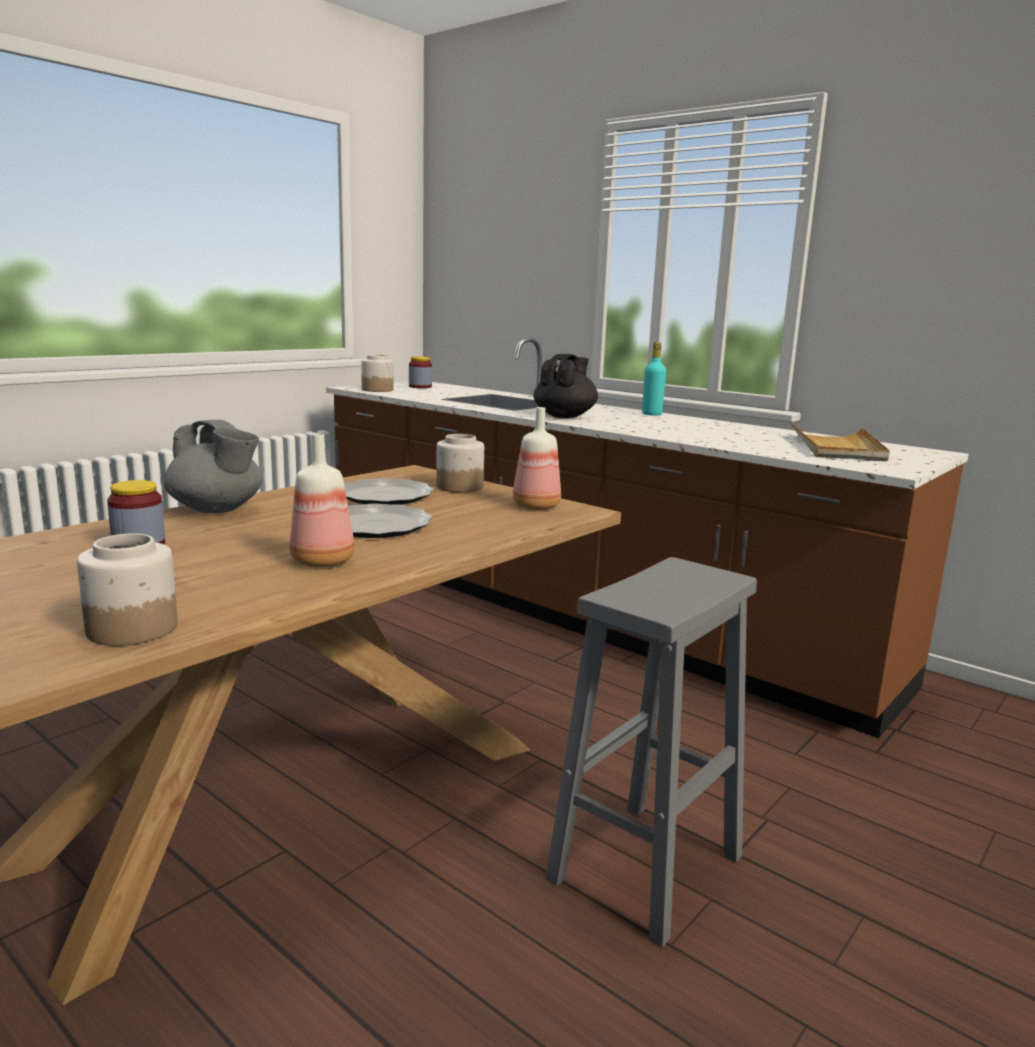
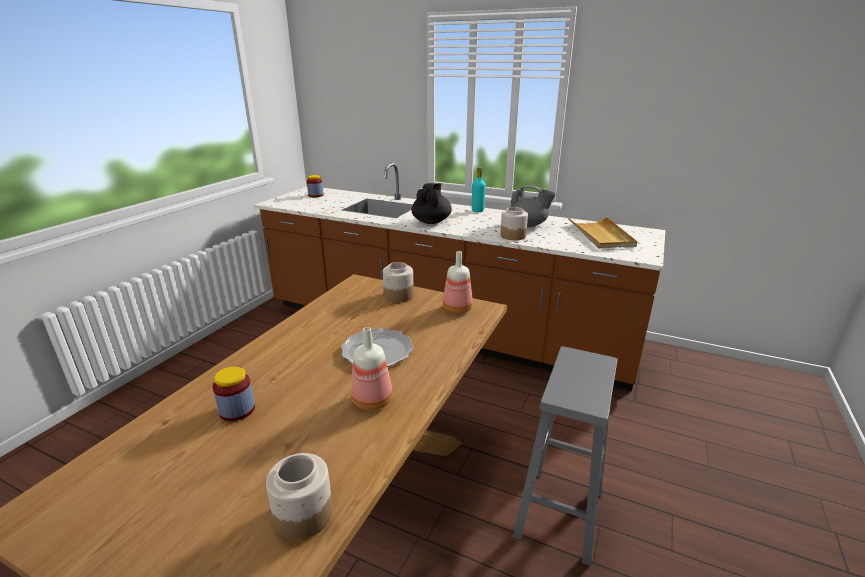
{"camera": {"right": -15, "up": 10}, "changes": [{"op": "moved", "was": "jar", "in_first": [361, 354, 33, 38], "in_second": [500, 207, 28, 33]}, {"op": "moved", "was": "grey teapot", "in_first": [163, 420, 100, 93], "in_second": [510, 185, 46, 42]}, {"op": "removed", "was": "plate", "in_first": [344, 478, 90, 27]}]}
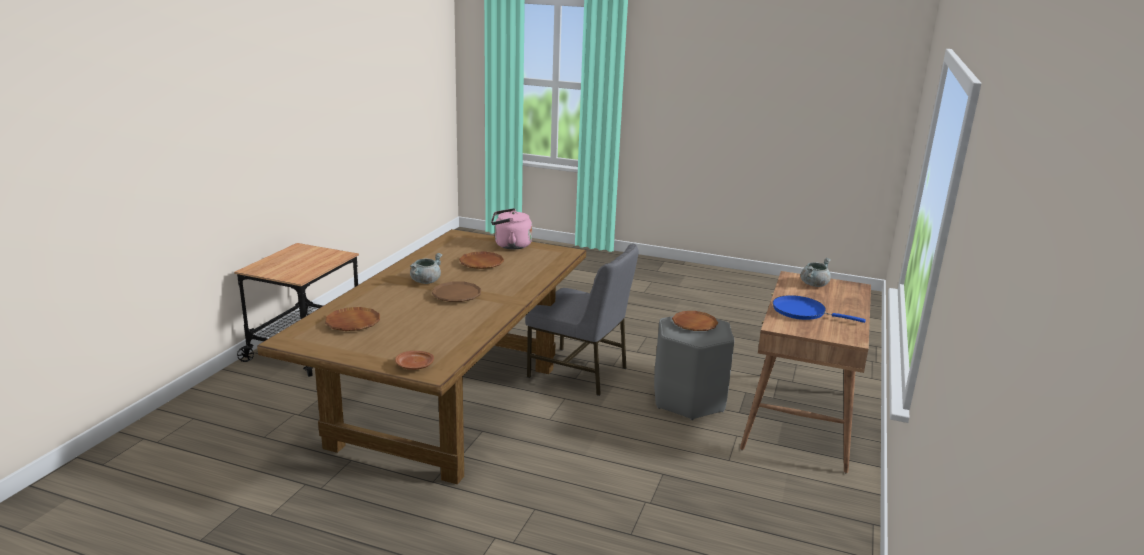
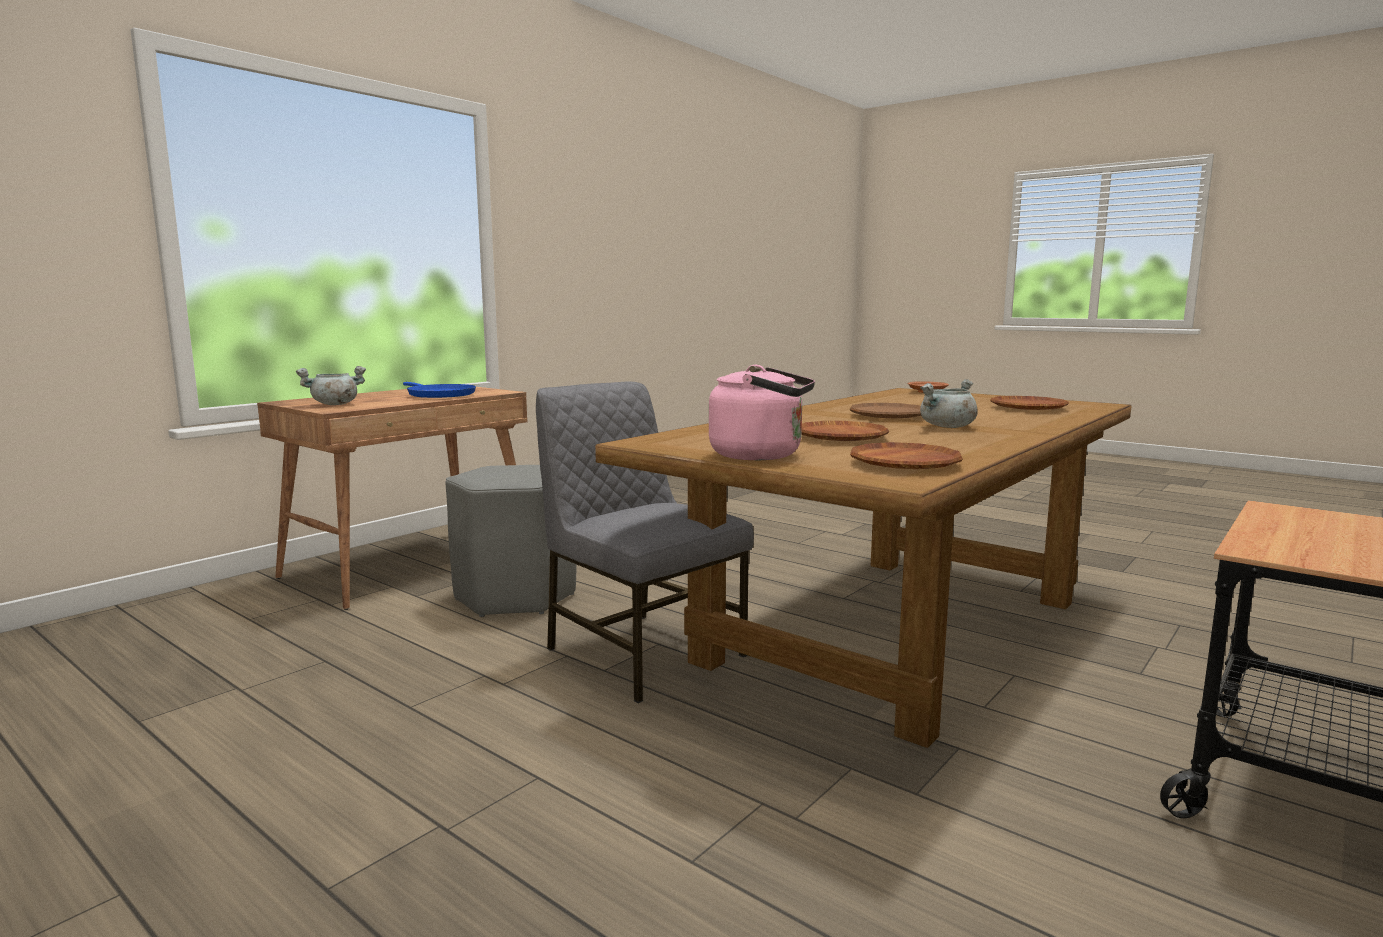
{"camera": {"right": -160, "up": -10}, "changes": [{"op": "moved", "was": "brown plate", "in_first": [672, 311, 46, 20], "in_second": [850, 442, 113, 27]}]}
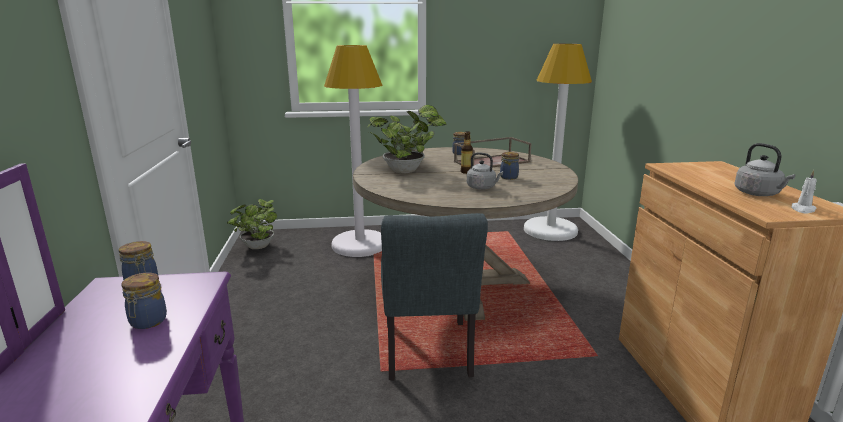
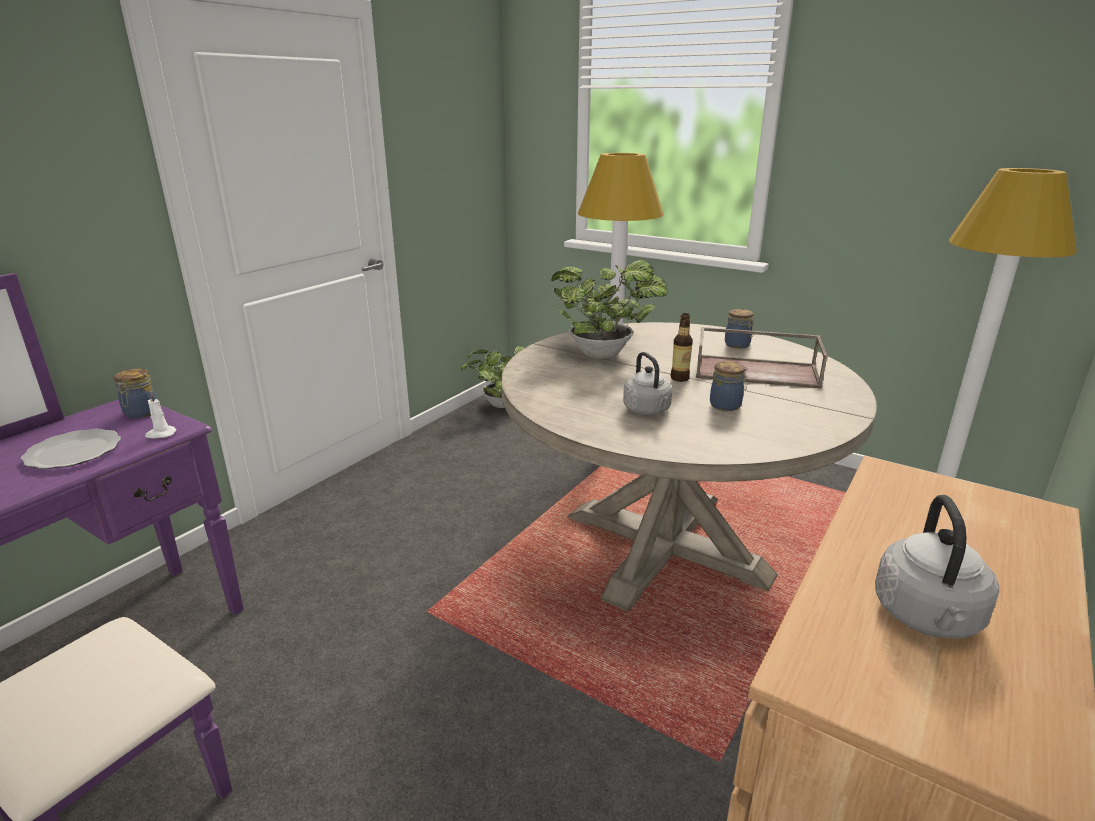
{"camera": {"right": 40, "up": 5}, "changes": [{"op": "replaced", "was": "jar", "now": "plate", "in_first": [121, 273, 46, 56], "in_second": [21, 429, 100, 40]}, {"op": "moved", "was": "white candle", "in_first": [791, 170, 26, 43], "in_second": [145, 391, 32, 47]}, {"op": "removed", "was": "grey chair", "in_first": [381, 213, 107, 167]}]}
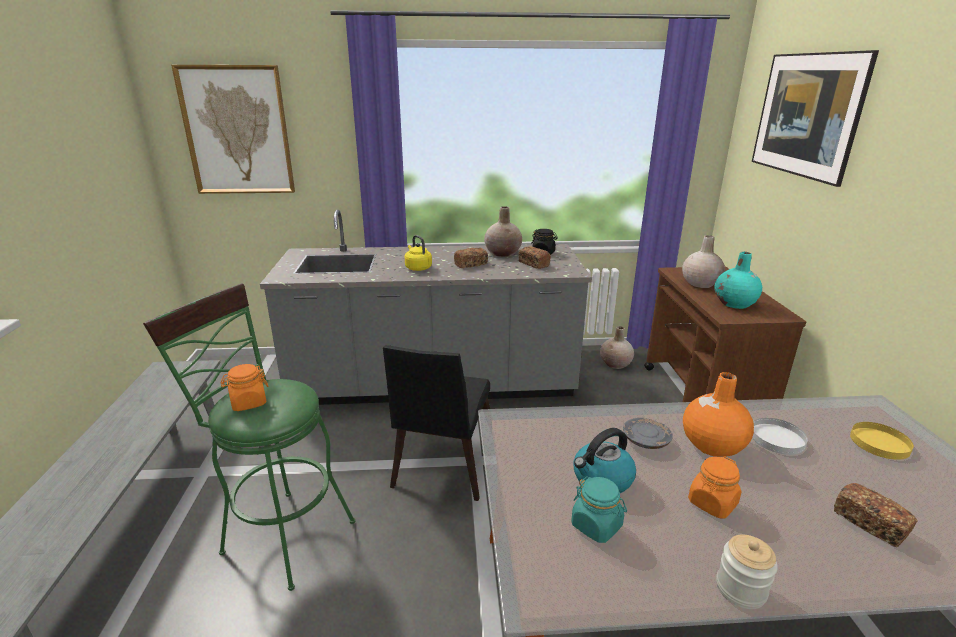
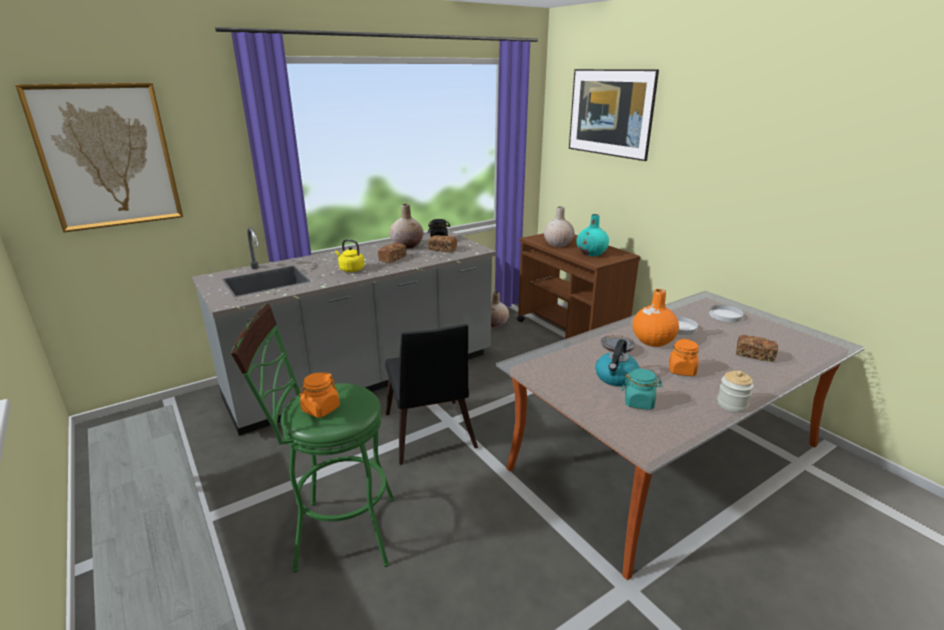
{"camera": {"right": -30, "up": 0}, "changes": [{"op": "recoloured", "was": "yellow plate", "now": "white plate", "in_first": [850, 422, 64, 38], "in_second": [709, 305, 35, 17]}]}
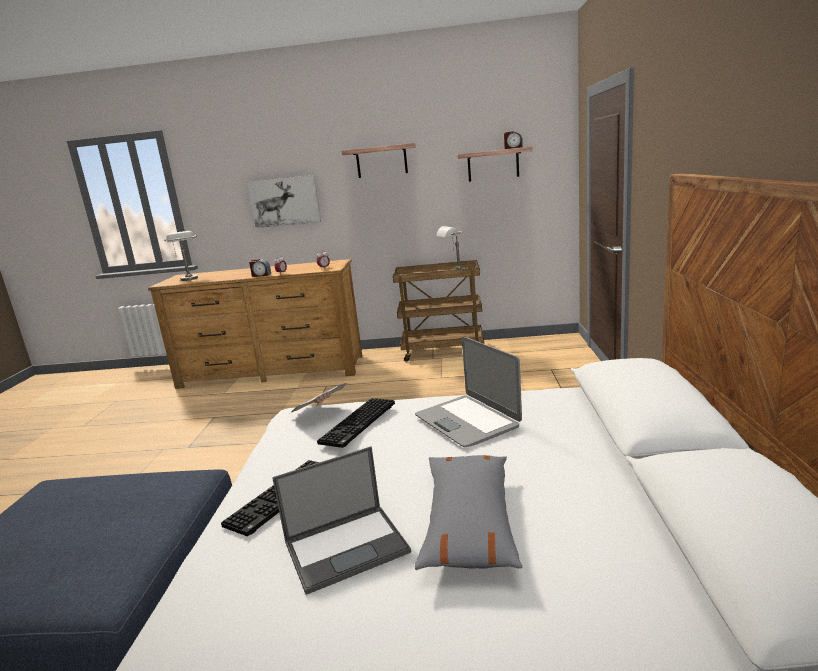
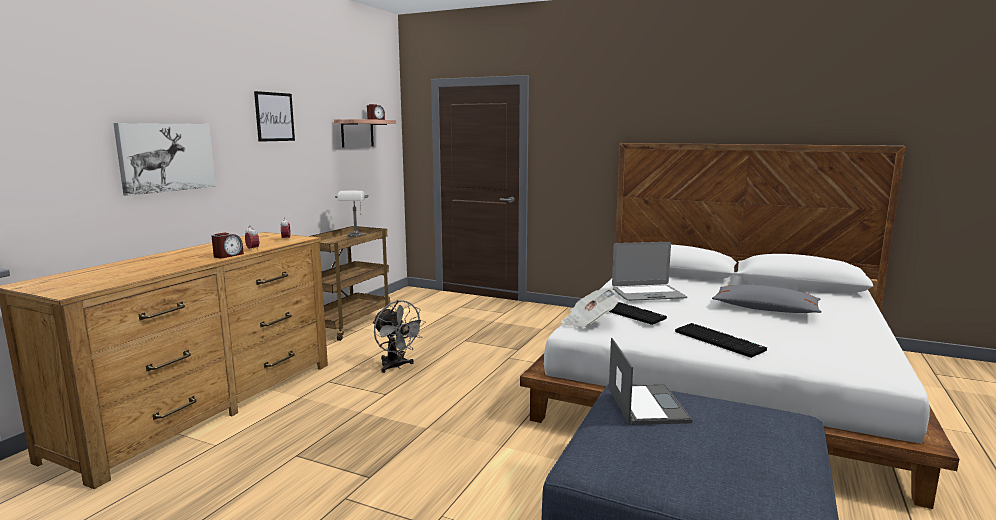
{"camera": {"right": -70, "up": -5}, "changes": [{"op": "replaced", "was": "shelf", "now": "picture", "in_first": [342, 143, 74, 35], "in_second": [254, 91, 41, 51]}, {"op": "added", "now": "grey fan", "in_second": [373, 300, 53, 73]}, {"op": "moved", "was": "laptop", "in_first": [272, 446, 139, 149], "in_second": [609, 338, 84, 87]}, {"op": "removed", "was": "grey table lamp", "in_first": [164, 231, 34, 50]}]}
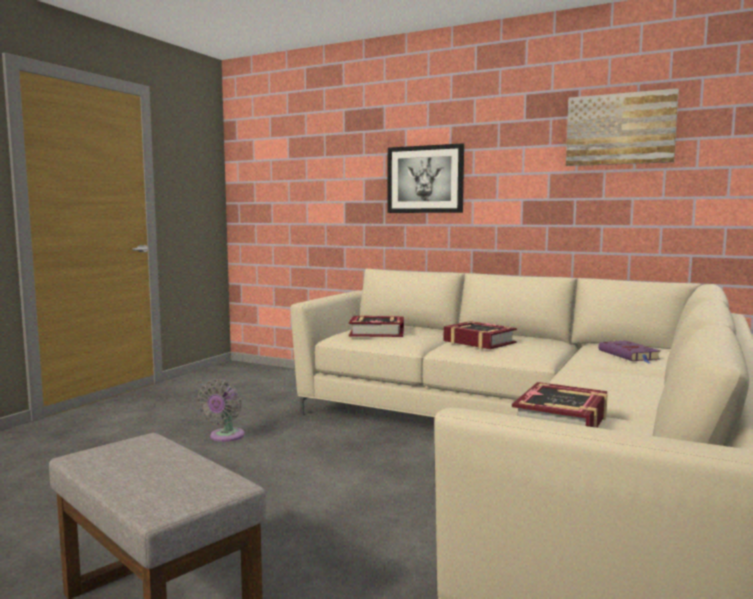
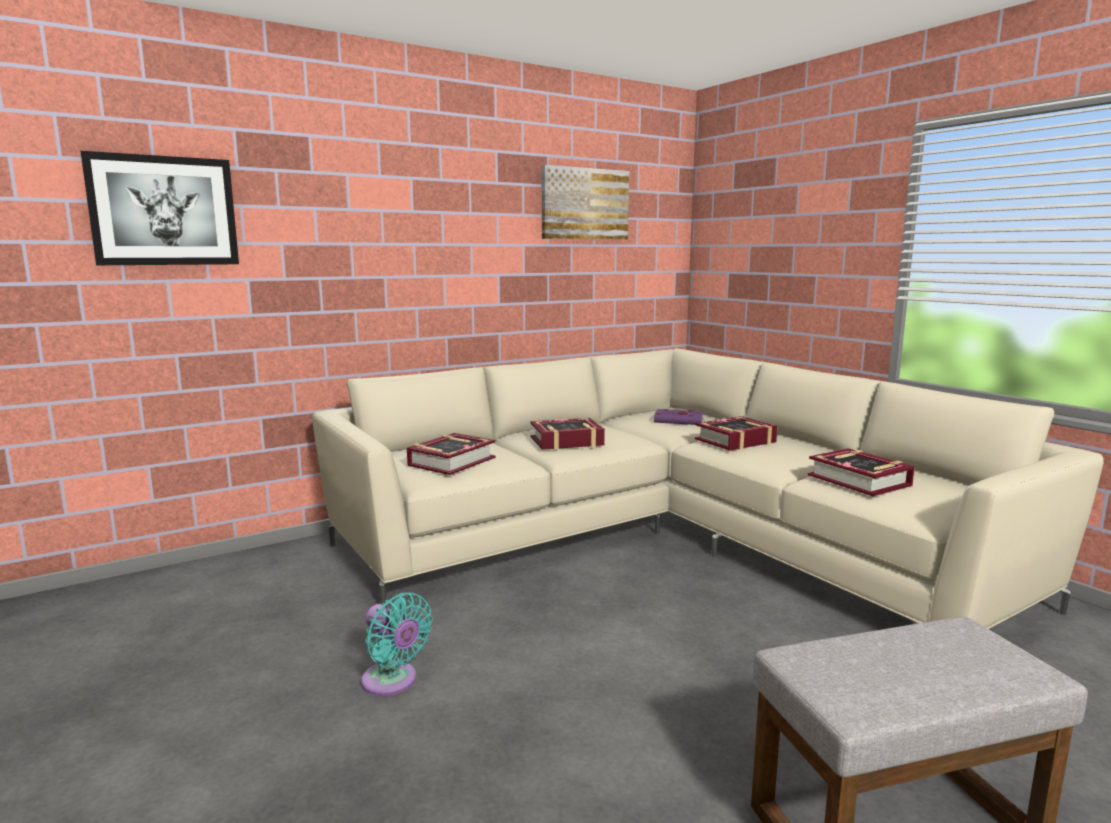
{"camera": {"right": -60, "up": 5}, "changes": [{"op": "moved", "was": "picture", "in_first": [387, 143, 77, 70], "in_second": [80, 151, 159, 114]}, {"op": "recoloured", "was": "grey fan", "now": "turquoise fan", "in_first": [197, 379, 48, 63], "in_second": [361, 592, 72, 104]}, {"op": "added", "now": "book", "in_second": [695, 416, 83, 35]}]}
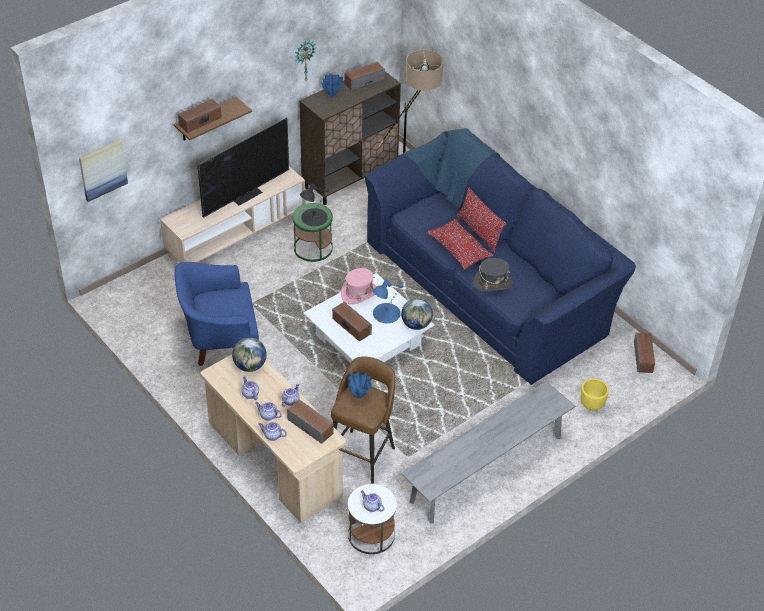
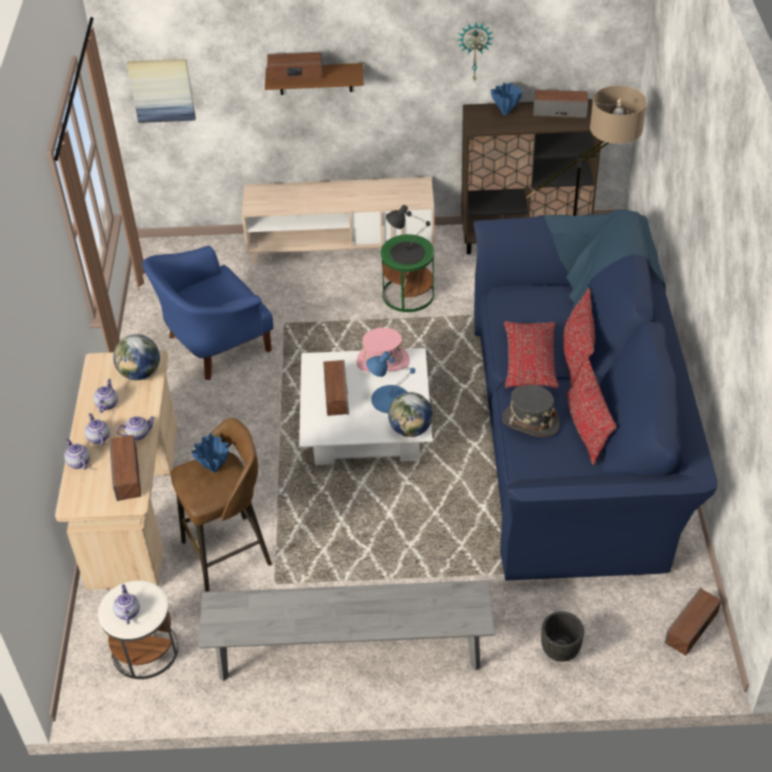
{"camera": {"right": 40, "up": 0}, "changes": [{"op": "turned", "was": "blue armchair", "in_first": [174, 262, 85, 104], "in_second": [142, 246, 132, 134], "clockwise": -60}, {"op": "recoloured", "was": "yellow planter", "now": "black planter", "in_first": [580, 378, 29, 33], "in_second": [541, 611, 43, 51]}, {"op": "added", "now": "red pillow", "in_second": [566, 357, 51, 108]}, {"op": "removed", "was": "television", "in_first": [198, 117, 91, 101]}]}
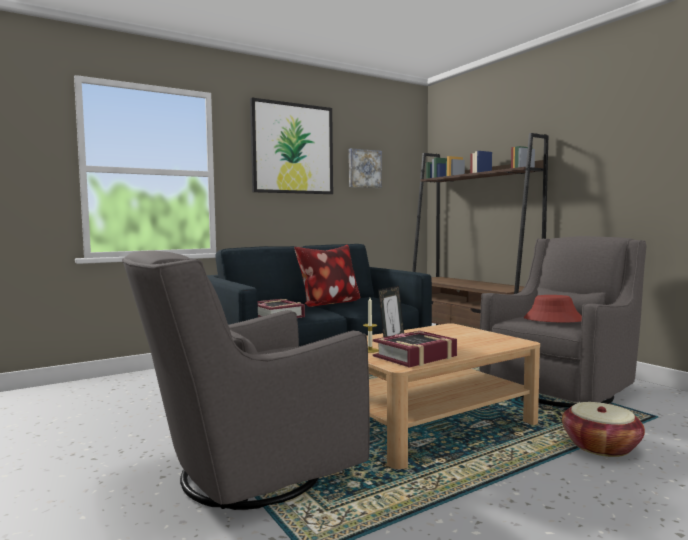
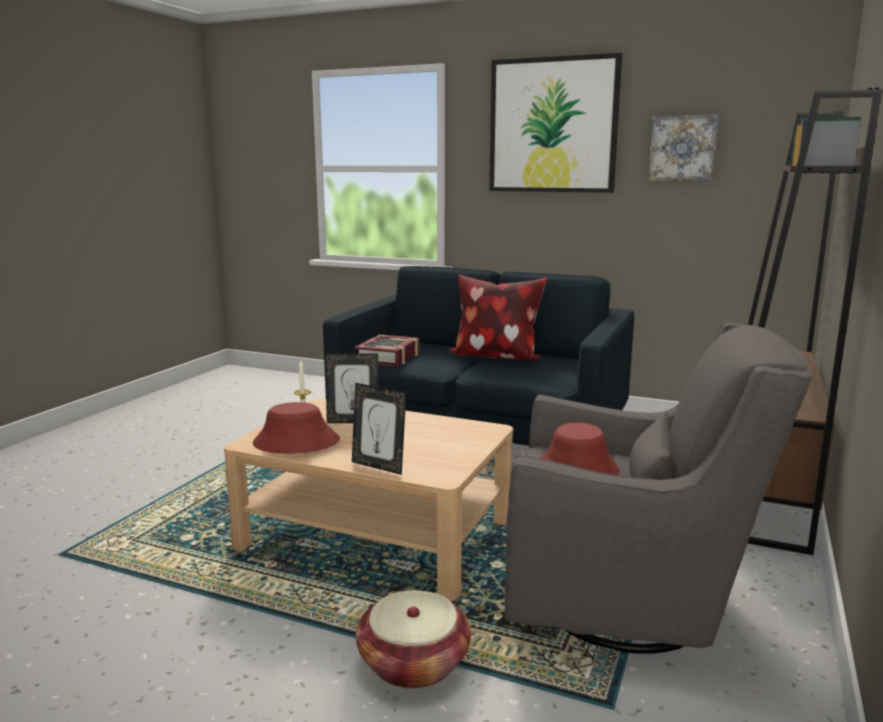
{"camera": {"right": 55, "up": 10}, "changes": [{"op": "replaced", "was": "book", "now": "red hat", "in_first": [373, 331, 84, 36], "in_second": [253, 402, 87, 52]}, {"op": "added", "now": "picture frame", "in_second": [352, 383, 54, 92]}, {"op": "removed", "was": "grey armchair", "in_first": [122, 251, 248, 259]}]}
